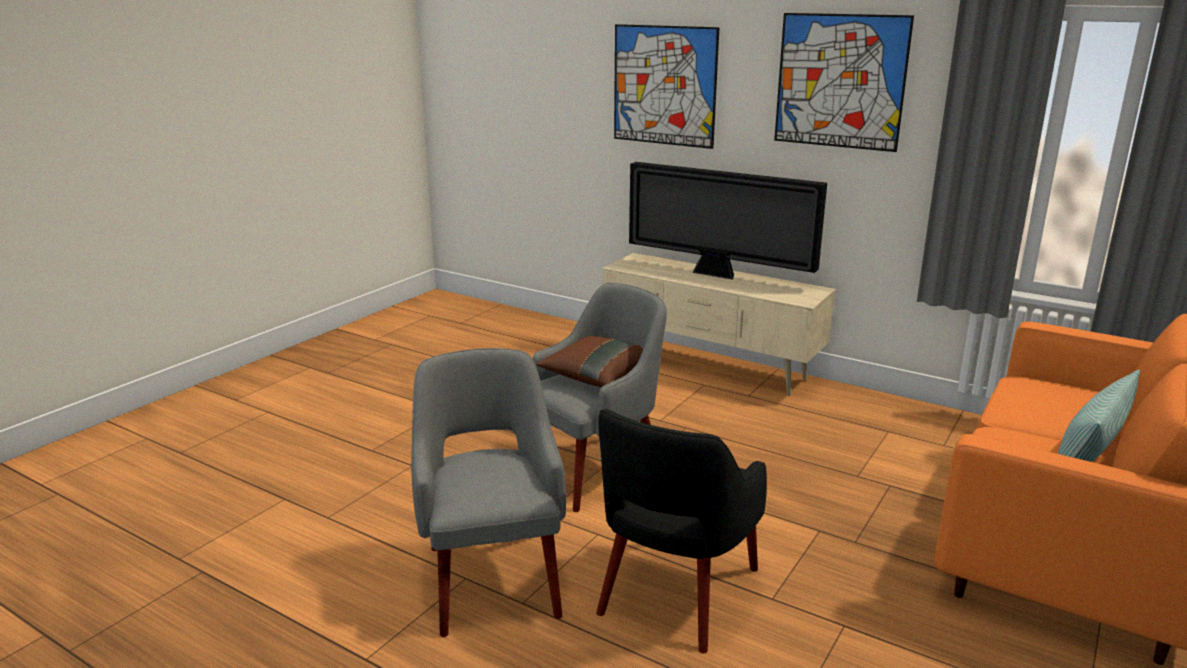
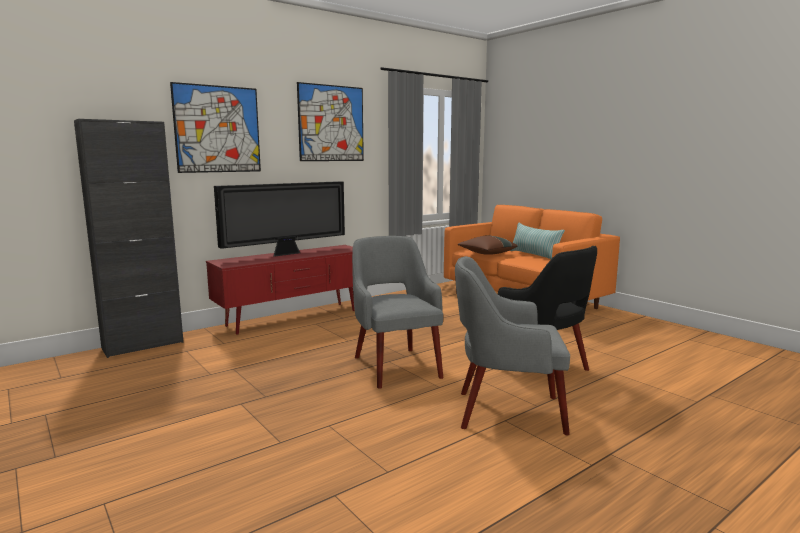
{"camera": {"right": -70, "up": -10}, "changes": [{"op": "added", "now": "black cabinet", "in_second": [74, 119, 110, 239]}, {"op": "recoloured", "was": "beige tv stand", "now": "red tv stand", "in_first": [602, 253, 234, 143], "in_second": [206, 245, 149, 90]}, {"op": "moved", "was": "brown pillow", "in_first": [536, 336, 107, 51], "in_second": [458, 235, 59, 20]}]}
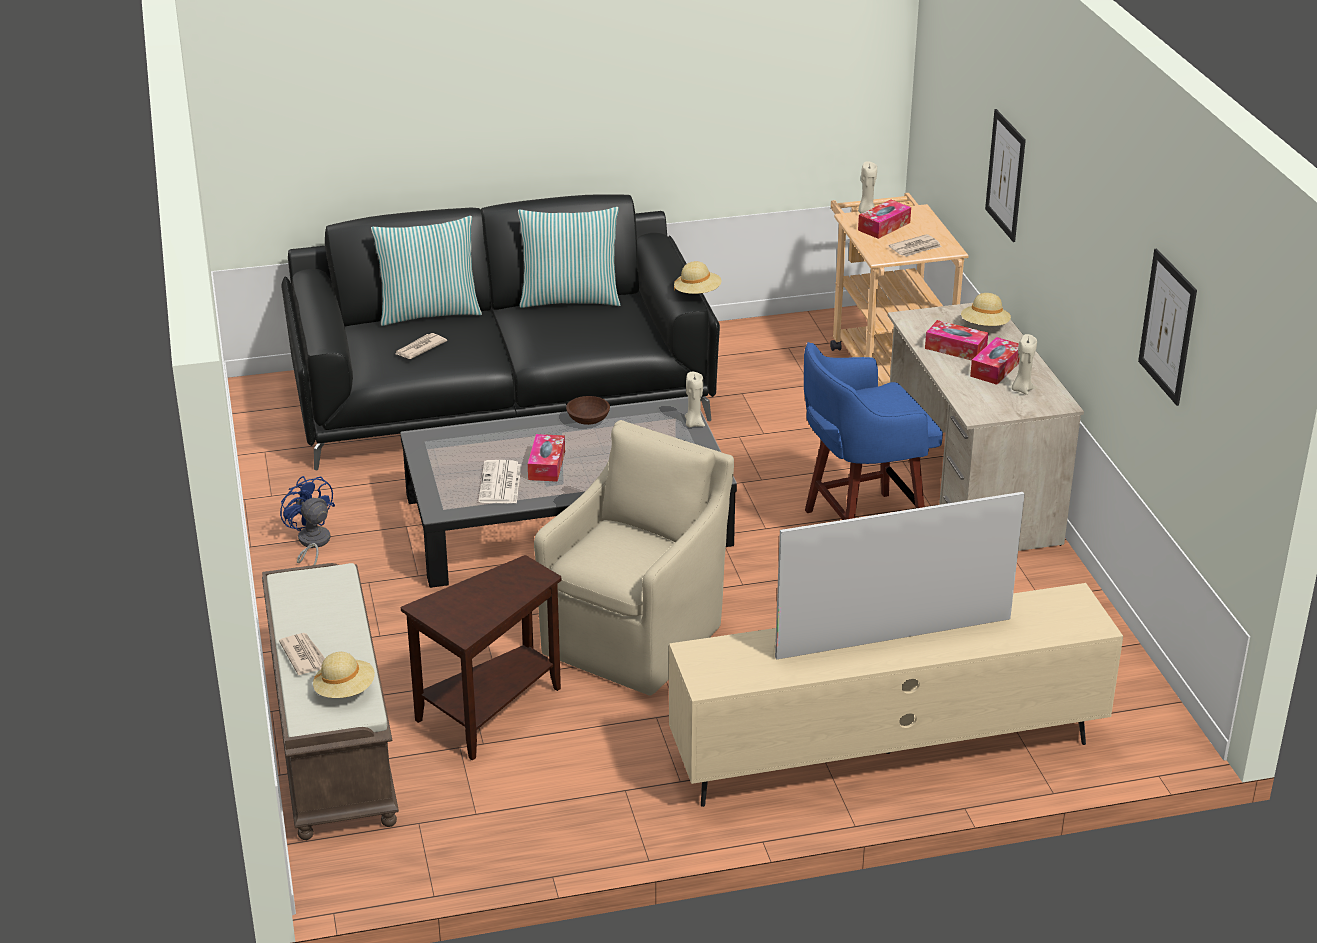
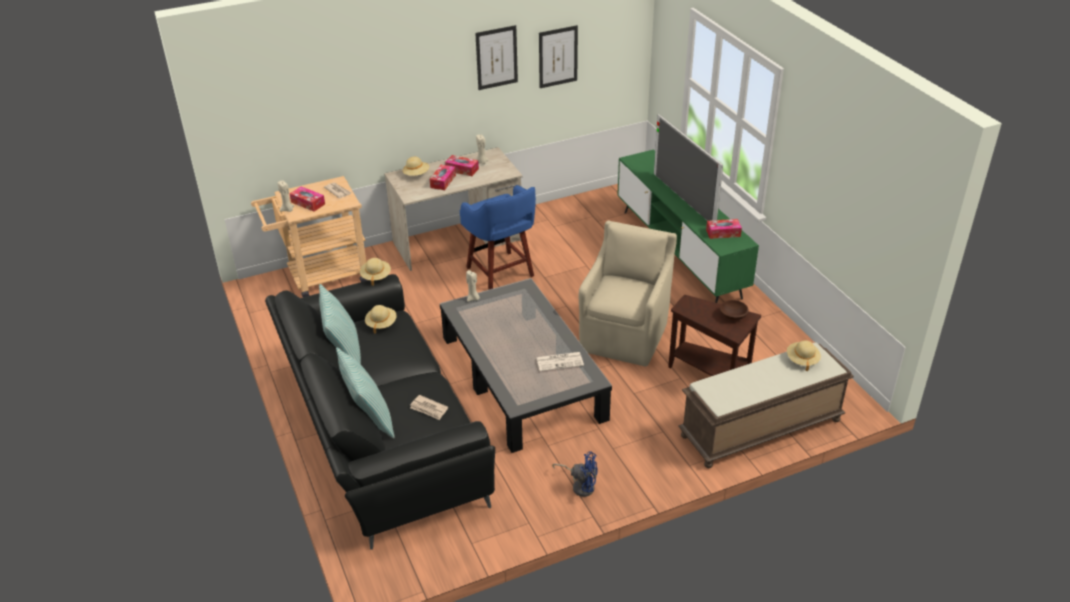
{"camera": {"right": -100, "up": 5}, "changes": [{"op": "added", "now": "beige hat", "in_second": [365, 305, 32, 29]}, {"op": "moved", "was": "picture", "in_first": [985, 109, 41, 133], "in_second": [475, 25, 43, 65]}, {"op": "turned", "was": "blue fan", "in_first": [280, 476, 55, 89], "in_second": [552, 451, 46, 46], "clockwise": -120}, {"op": "turned", "was": "beige armchair", "in_first": [534, 420, 200, 276], "in_second": [579, 220, 98, 147], "clockwise": 90}, {"op": "recoloured", "was": "beige tv stand", "now": "green tv stand", "in_first": [669, 583, 454, 224], "in_second": [617, 149, 142, 154]}, {"op": "moved", "was": "tissue box", "in_first": [528, 434, 37, 48], "in_second": [706, 219, 36, 20]}, {"op": "moved", "was": "brown bowl", "in_first": [566, 396, 44, 29], "in_second": [720, 300, 29, 20]}, {"op": "removed", "was": "newspaper", "in_first": [279, 633, 46, 42]}]}
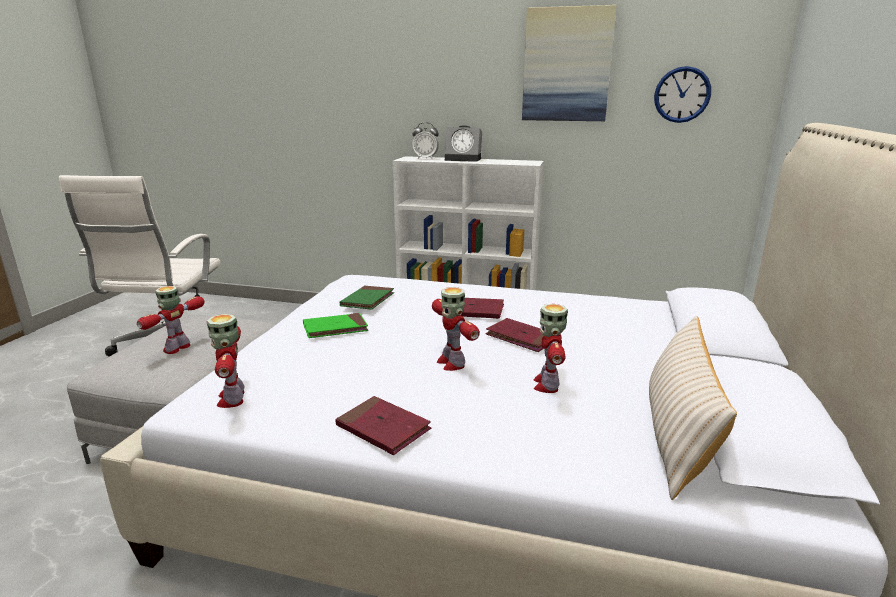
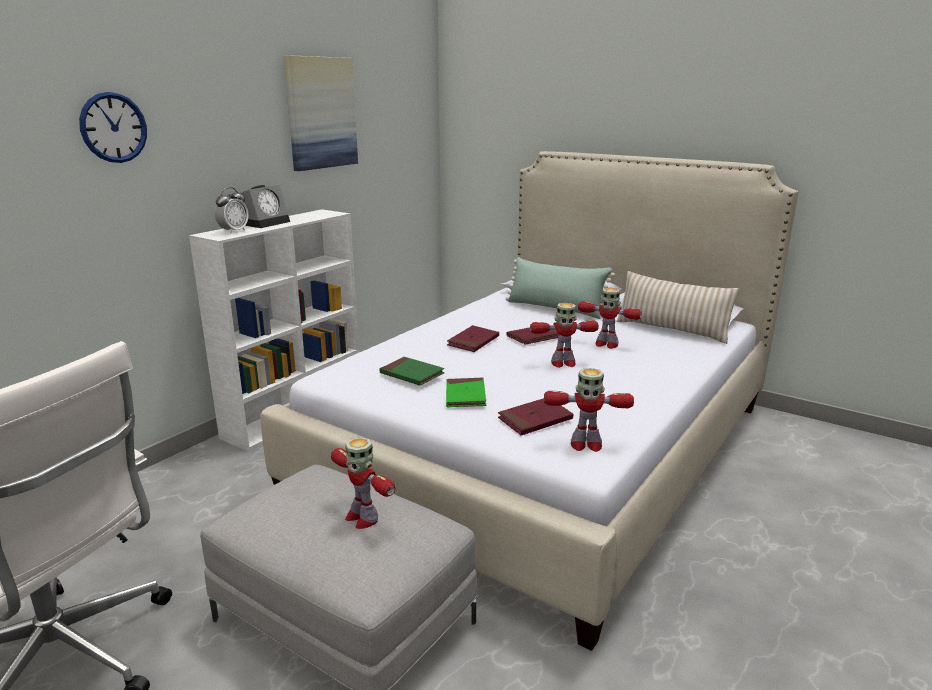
{"camera": {"right": -70, "up": 0}, "changes": [{"op": "moved", "was": "wall clock", "in_first": [654, 66, 57, 57], "in_second": [79, 92, 68, 71]}, {"op": "moved", "was": "red book", "in_first": [335, 396, 96, 59], "in_second": [498, 398, 75, 37]}, {"op": "added", "now": "green pillow", "in_second": [506, 257, 109, 62]}]}
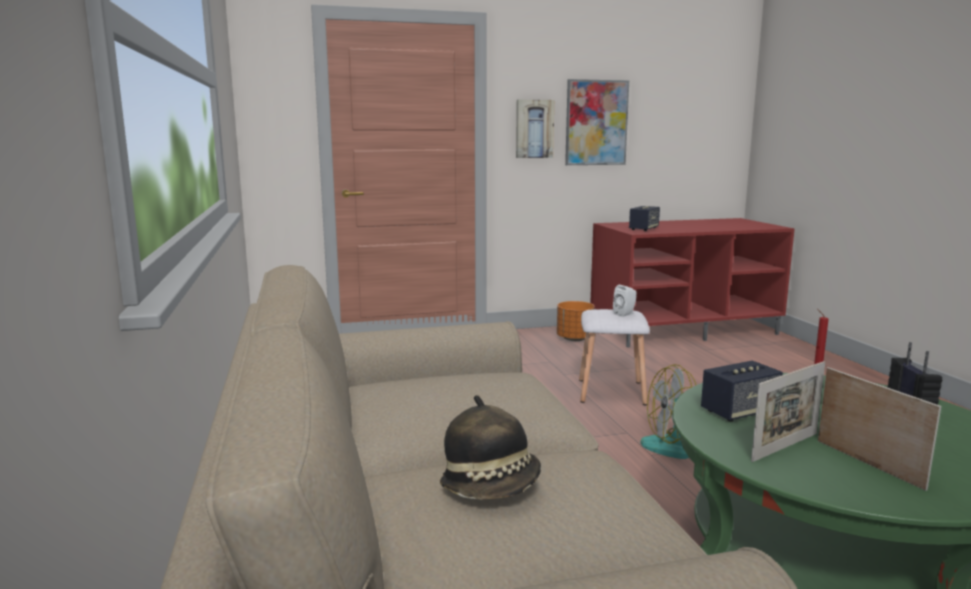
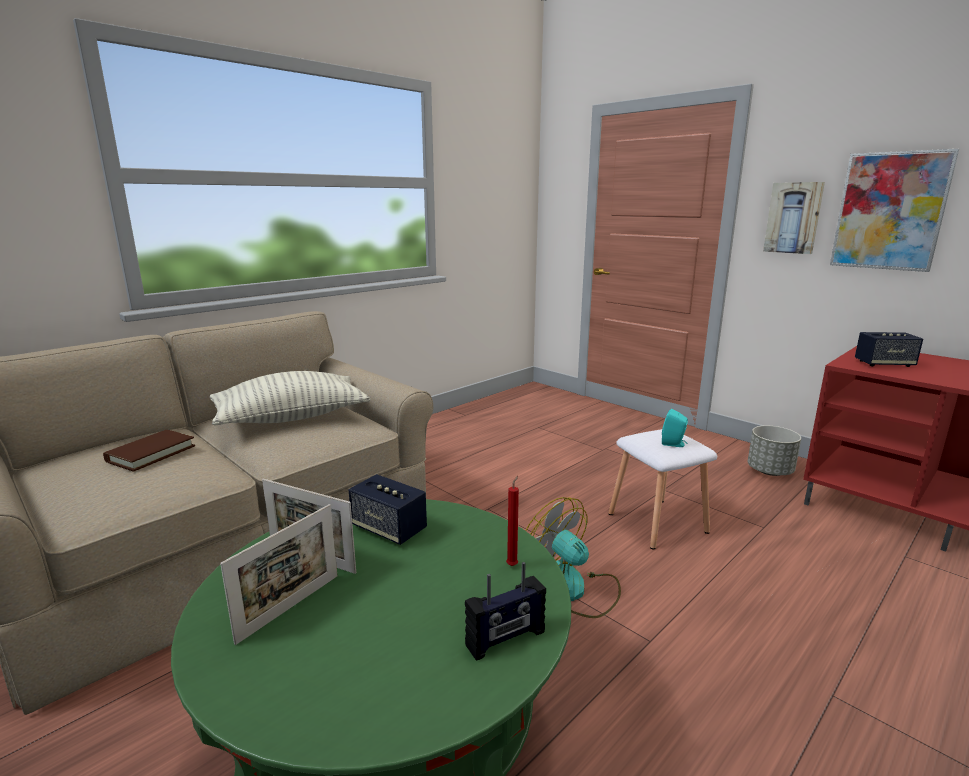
{"camera": {"right": 60, "up": 5}, "changes": [{"op": "replaced", "was": "hat", "now": "brown book", "in_first": [440, 395, 101, 104], "in_second": [103, 430, 92, 42]}, {"op": "added", "now": "pillow", "in_second": [210, 371, 160, 54]}, {"op": "recoloured", "was": "white speaker", "now": "turquoise speaker", "in_first": [613, 285, 23, 32], "in_second": [662, 409, 26, 38]}, {"op": "recoloured", "was": "orange planter", "now": "grey planter", "in_first": [557, 301, 38, 40], "in_second": [748, 426, 53, 50]}]}
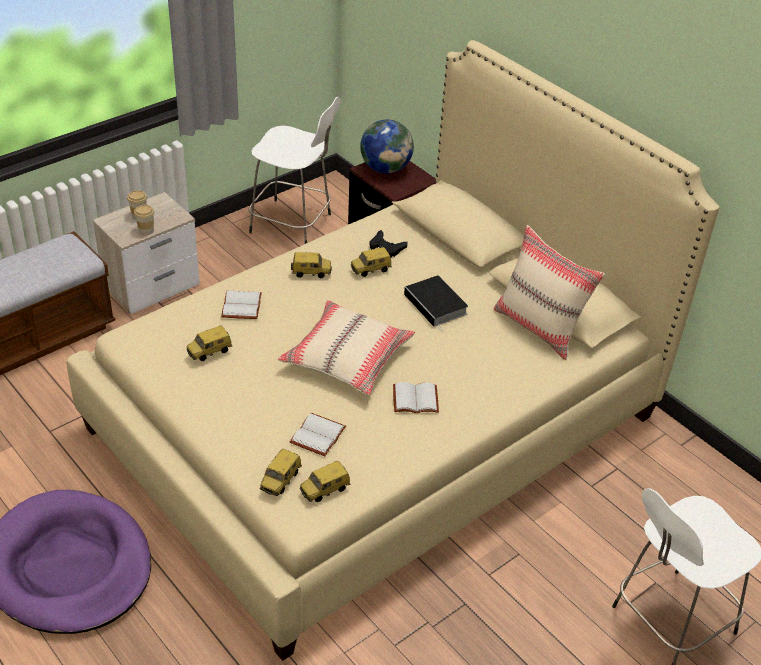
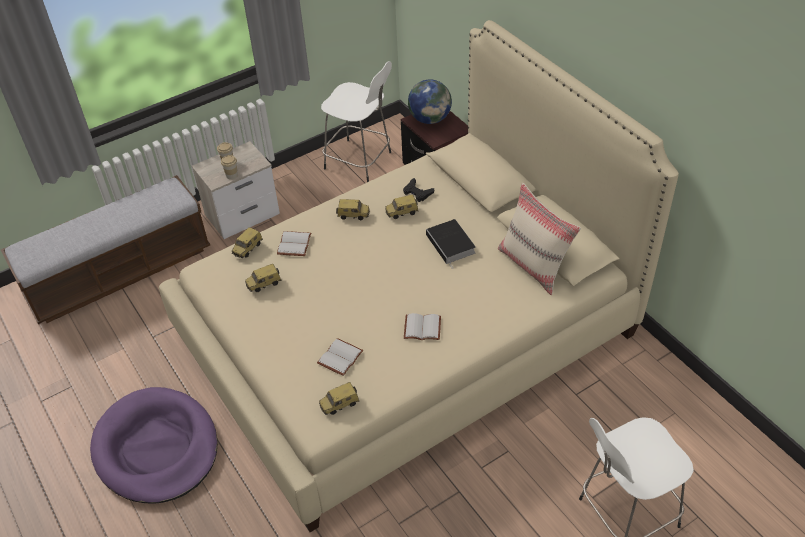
{"camera": {"right": 10, "up": 5}, "changes": [{"op": "moved", "was": "toy car", "in_first": [260, 449, 42, 47], "in_second": [232, 227, 31, 31]}, {"op": "removed", "was": "beige pillow", "in_first": [277, 300, 138, 95]}]}
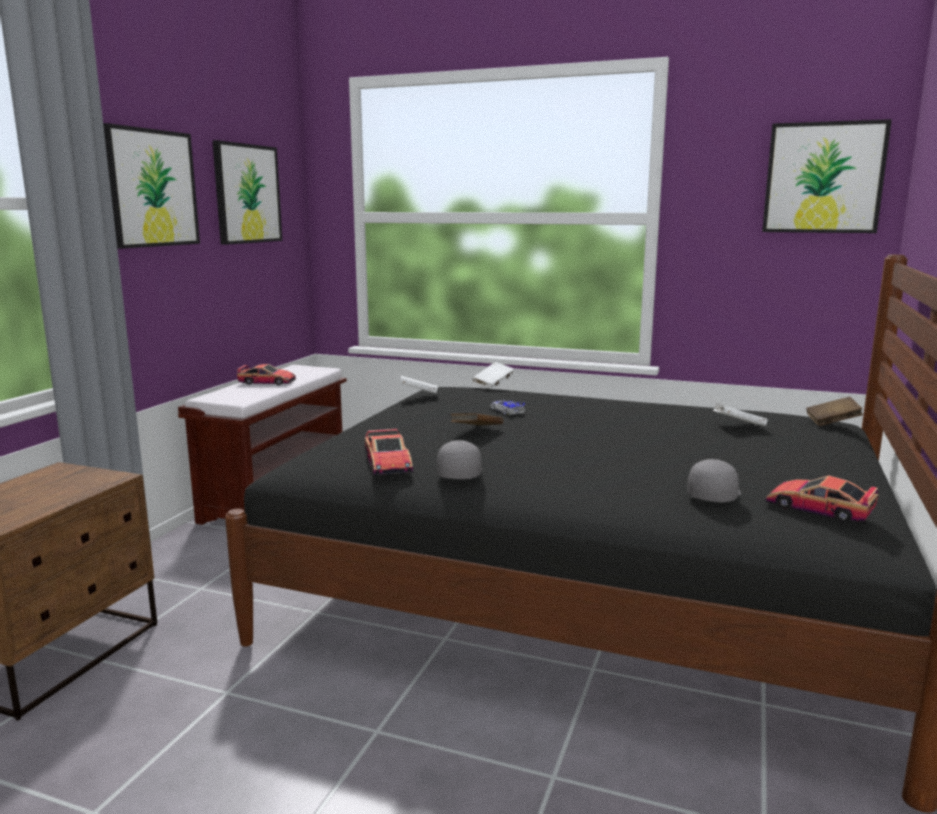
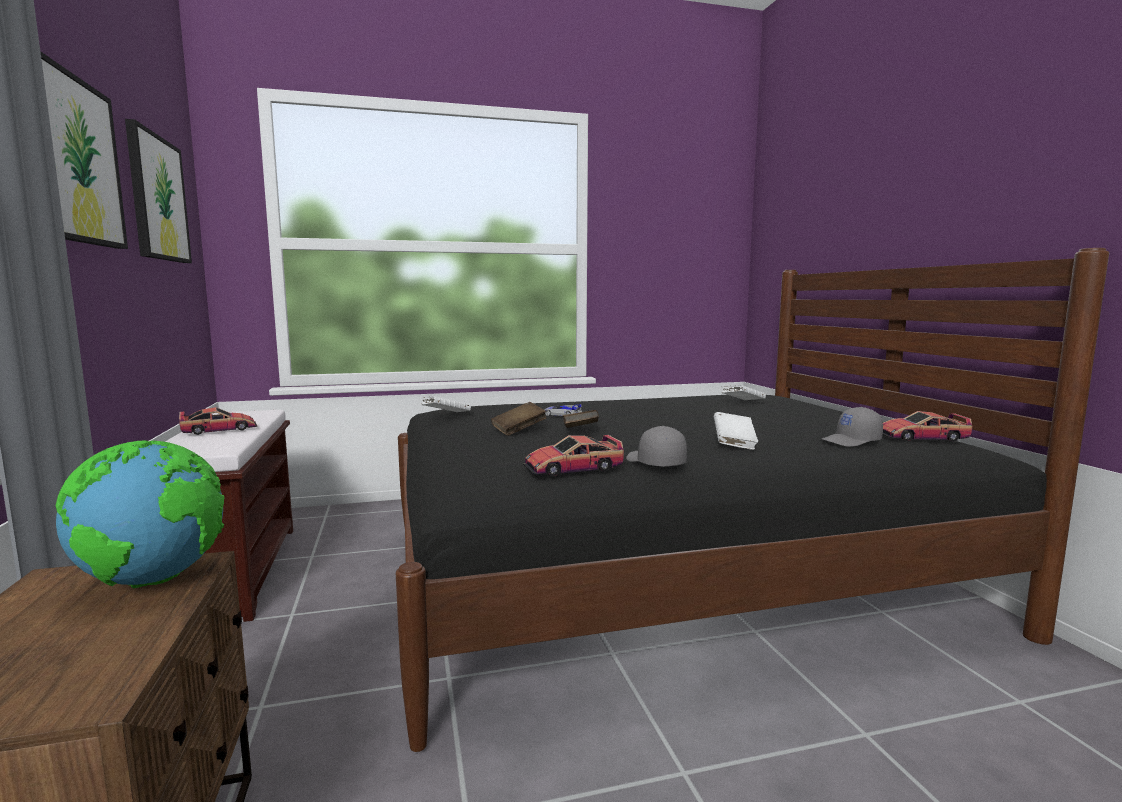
{"camera": {"right": -35, "up": -5}, "changes": [{"op": "added", "now": "globe", "in_second": [55, 440, 170, 148]}, {"op": "moved", "was": "brown book", "in_first": [806, 397, 57, 29], "in_second": [491, 402, 56, 34]}, {"op": "turned", "was": "toy car", "in_first": [365, 429, 49, 47], "in_second": [523, 435, 101, 41], "clockwise": 120}, {"op": "moved", "was": "white book", "in_first": [472, 362, 42, 27], "in_second": [714, 412, 44, 38]}, {"op": "turned", "was": "grey cap", "in_first": [687, 459, 54, 44], "in_second": [822, 407, 61, 40], "clockwise": -105}, {"op": "removed", "was": "picture", "in_first": [762, 119, 130, 114]}]}
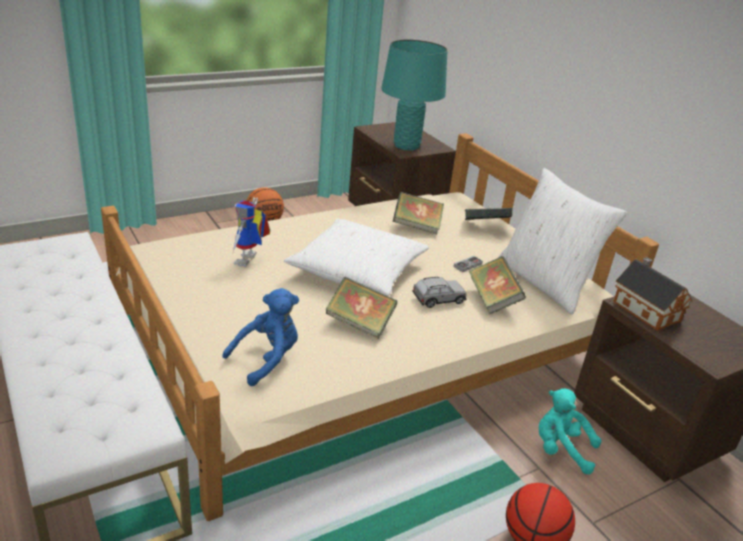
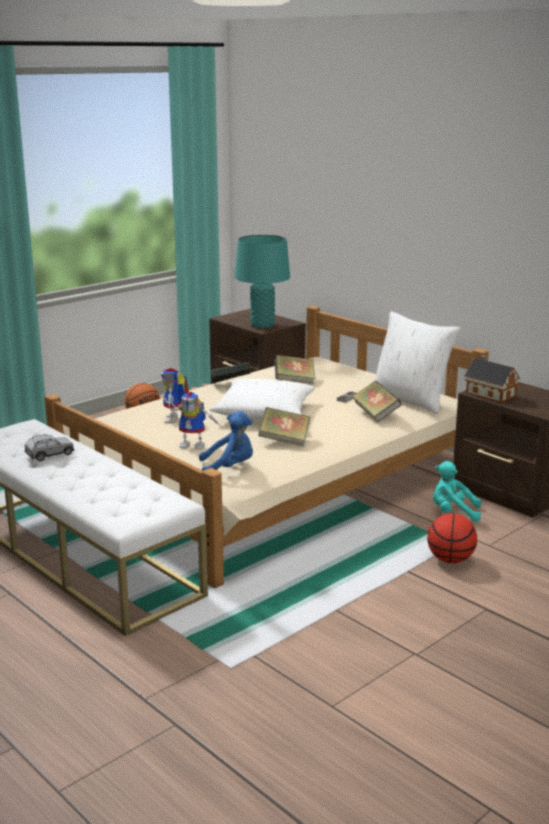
{"camera": {"right": -10, "up": -10}, "changes": [{"op": "moved", "was": "grey toy car", "in_first": [412, 277, 55, 31], "in_second": [24, 434, 51, 28]}, {"op": "added", "now": "toy robot", "in_second": [164, 391, 56, 59]}, {"op": "turned", "was": "blue plush toy", "in_first": [222, 288, 77, 98], "in_second": [199, 411, 54, 60], "clockwise": 45}, {"op": "moved", "was": "book", "in_first": [465, 208, 48, 12], "in_second": [211, 362, 40, 20]}]}
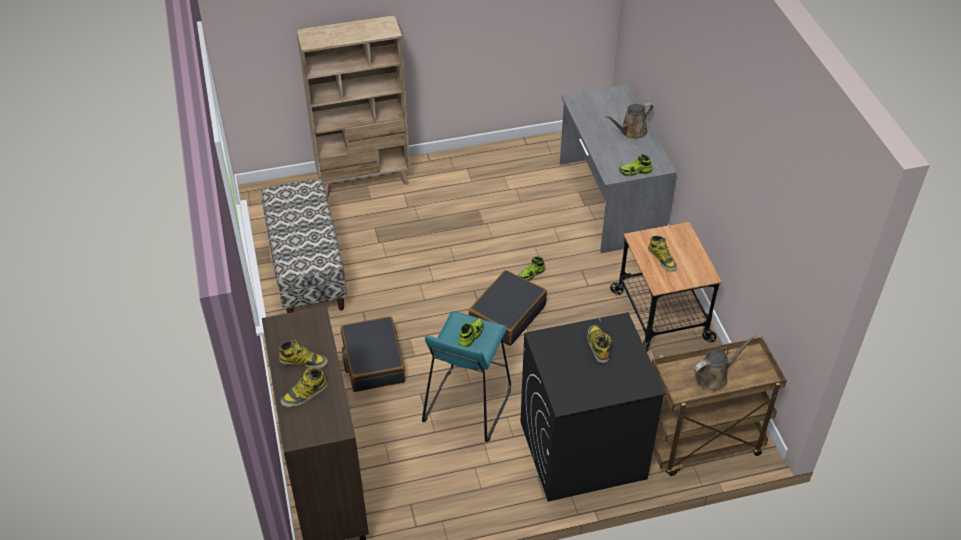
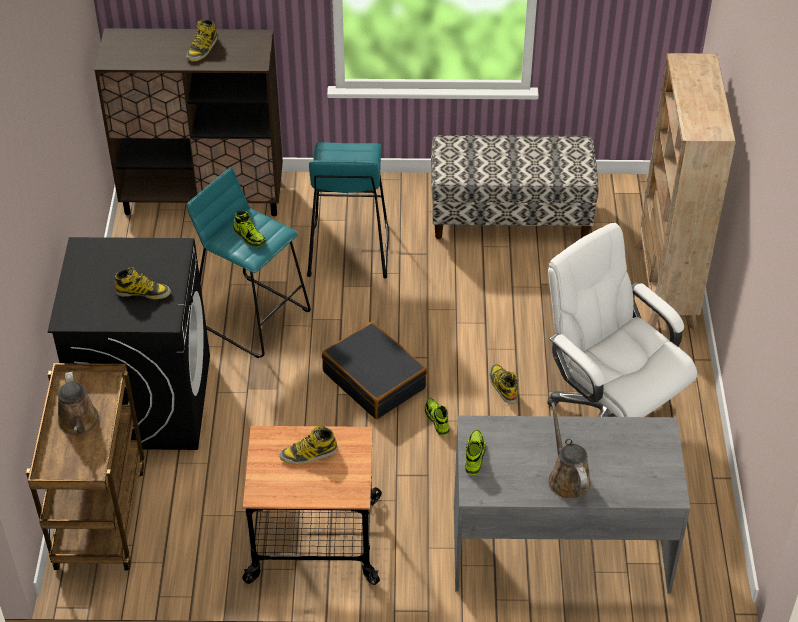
{"camera": {"right": 105, "up": 0}, "changes": [{"op": "replaced", "was": "black suitcase", "now": "turquoise stool", "in_first": [341, 316, 64, 76], "in_second": [307, 142, 82, 136]}, {"op": "moved", "was": "boot", "in_first": [281, 367, 47, 40], "in_second": [489, 364, 30, 40]}, {"op": "added", "now": "white office chair", "in_second": [547, 223, 151, 194]}]}
